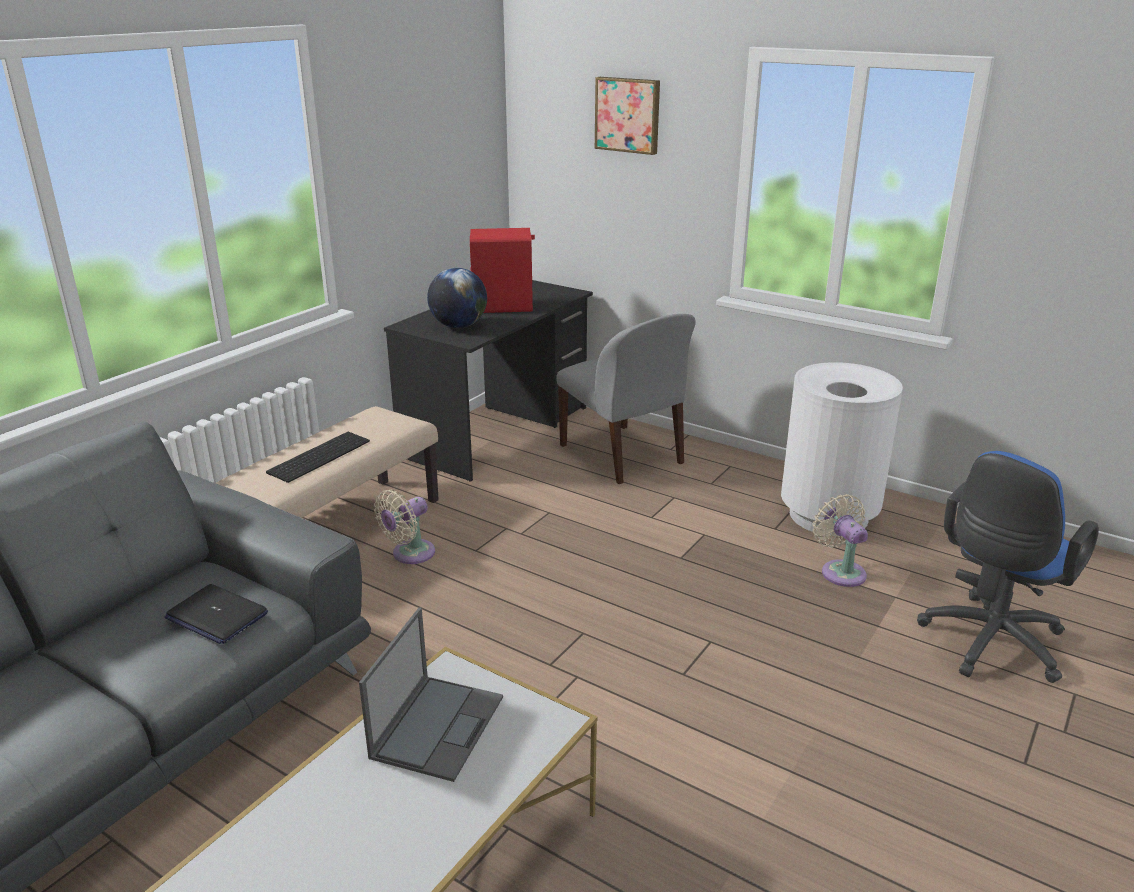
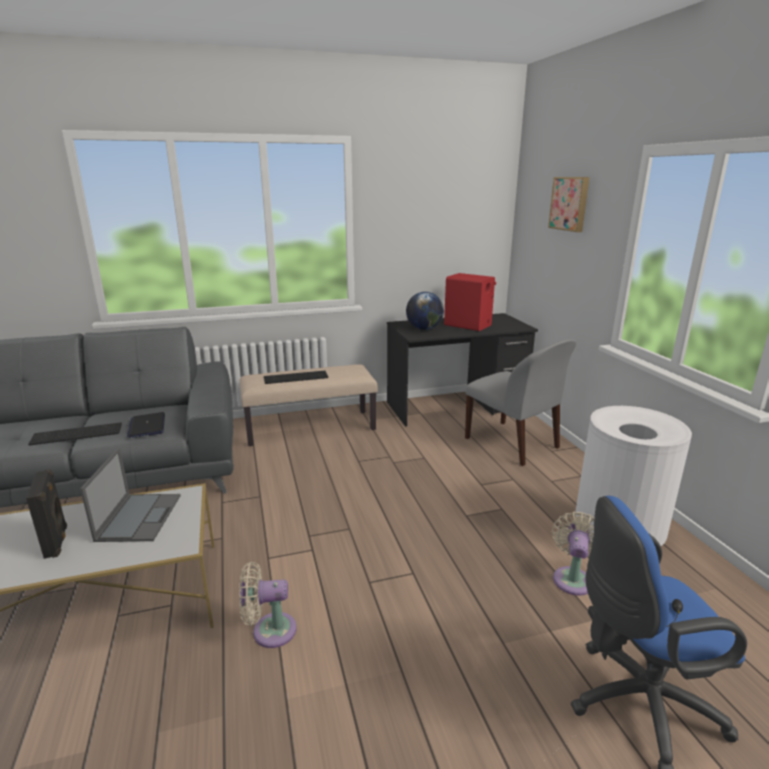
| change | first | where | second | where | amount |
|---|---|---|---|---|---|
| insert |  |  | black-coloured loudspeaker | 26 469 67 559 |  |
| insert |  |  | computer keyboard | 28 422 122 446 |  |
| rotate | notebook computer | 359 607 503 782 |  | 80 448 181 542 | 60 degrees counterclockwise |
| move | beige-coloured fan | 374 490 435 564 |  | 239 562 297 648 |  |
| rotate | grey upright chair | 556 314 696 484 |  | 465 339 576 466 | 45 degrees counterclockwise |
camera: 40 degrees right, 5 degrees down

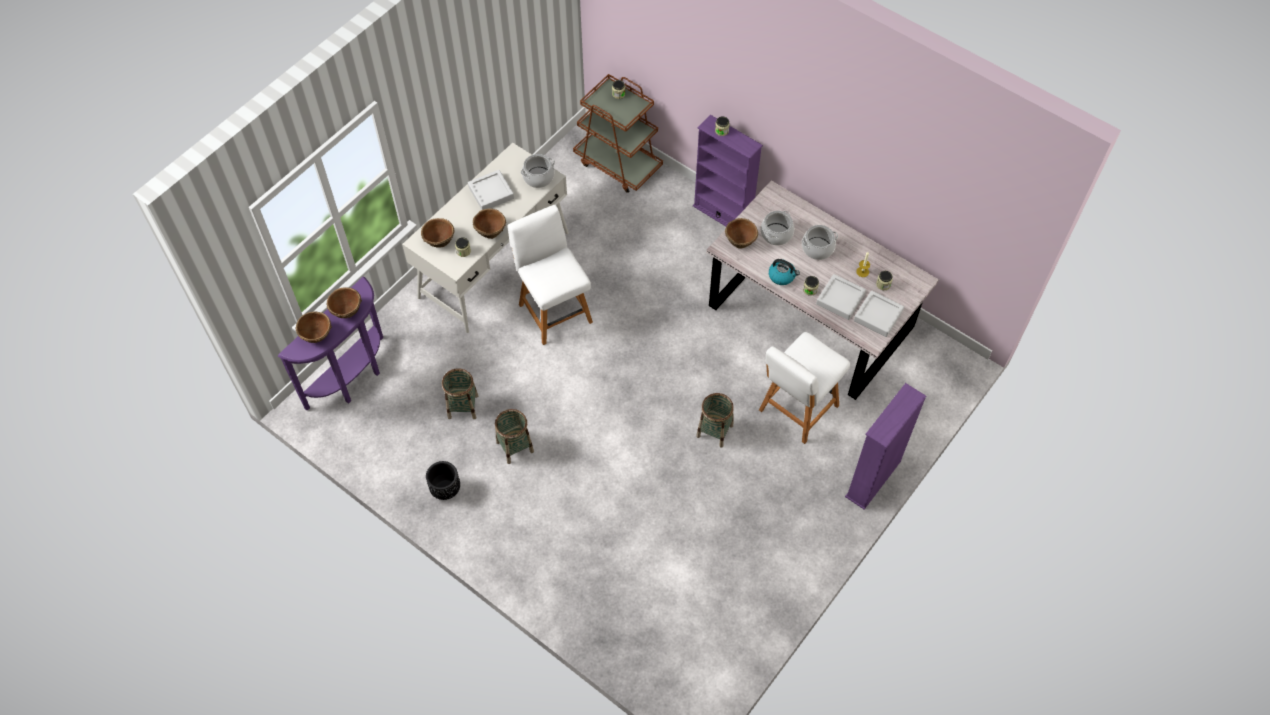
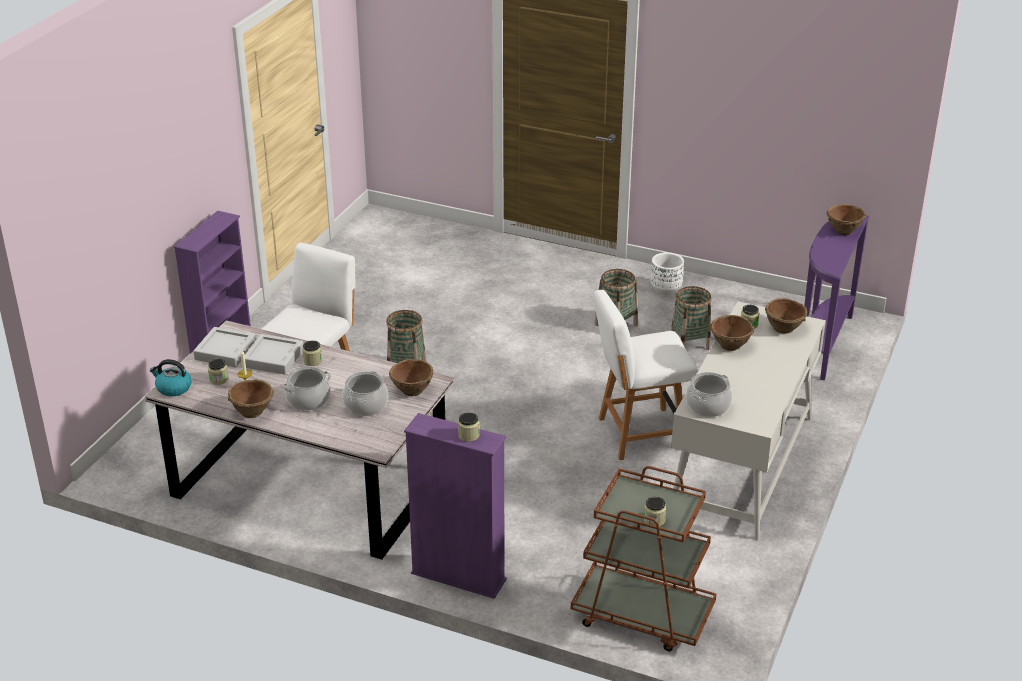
| change | first | where | second | where | amount |
|---|---|---|---|---|---|
| move | tea kettle | 769 259 800 285 |  | 150 359 191 397 |  |
| move | brownish serving bowl | 326 287 362 318 |  | 228 379 274 418 |  |
| rotate | white upright chair | 508 204 593 345 |  | 594 290 697 460 | 120 degrees clockwise |
| recolor | black-coloured plant pot | 426 461 460 500 | white plant pot | 651 252 684 295 |  |
| delete | grey tray | 468 170 514 210 |  |  |  |
camera: 165 degrees right, 25 degrees down

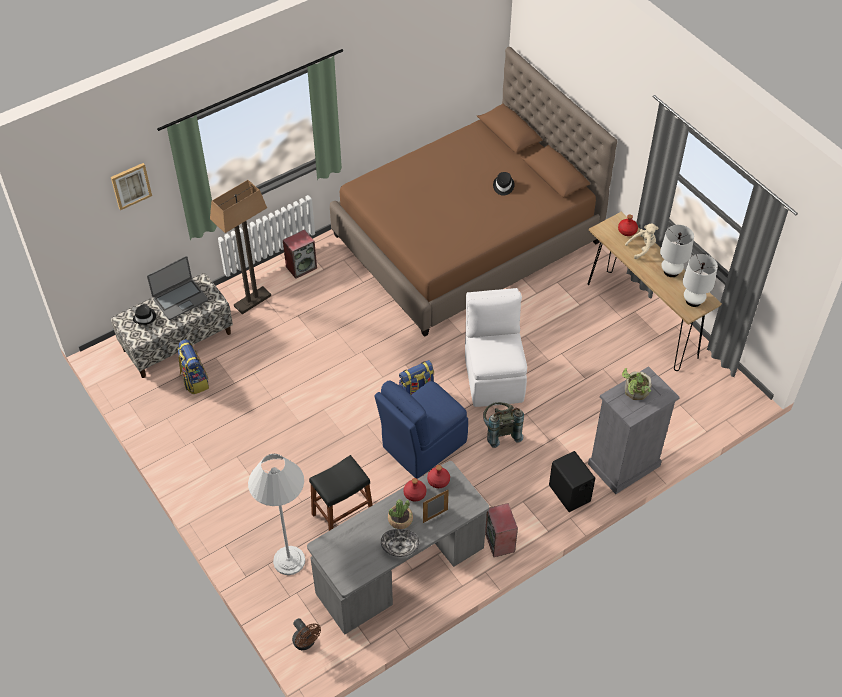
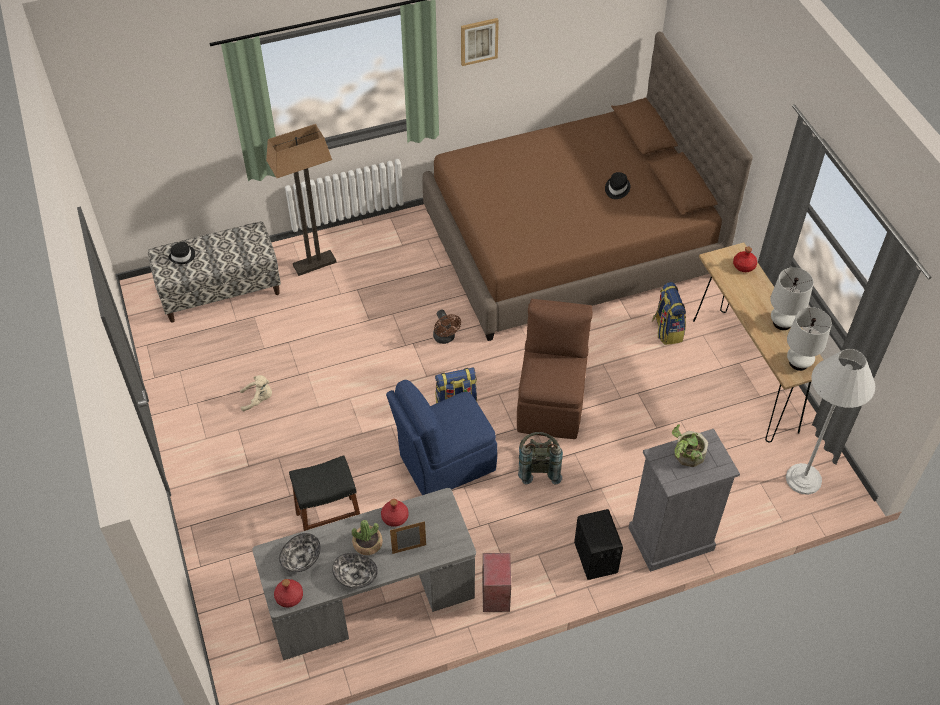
| change | first | where | second | where | amount |
|---|---|---|---|---|---|
| move | beige-coloured soft toy | 625 224 659 259 |  | 240 375 272 411 |  |
| move | red-coloured bottle | 427 465 450 488 |  | 274 579 303 607 |  |
| insert |  |  | serving bowl | 279 533 321 572 |  |
| move | brownish fan | 292 618 321 650 |  | 433 310 461 344 |  |
| move | wall picture | 111 163 152 210 |  | 461 18 499 66 |  |
| recolor | white upright chair | 465 288 527 407 | brownish upright chair | 517 299 593 439 |  |
| move | backpack | 177 339 209 395 |  | 652 282 686 345 |  |
| move | white standard lamp | 248 454 306 575 |  | 786 349 875 495 |  |
| delete | notebook computer | 147 256 208 320 |  |  |  |
| delete | loudspeaker | 283 229 317 279 |  |  |  |
camera: 15 degrees right, 0 degrees up

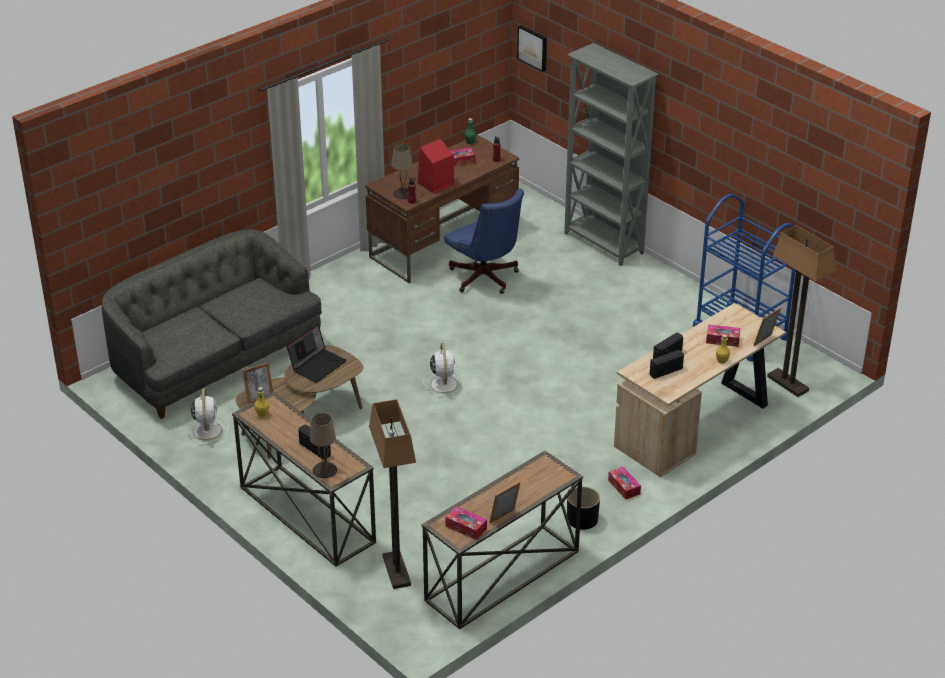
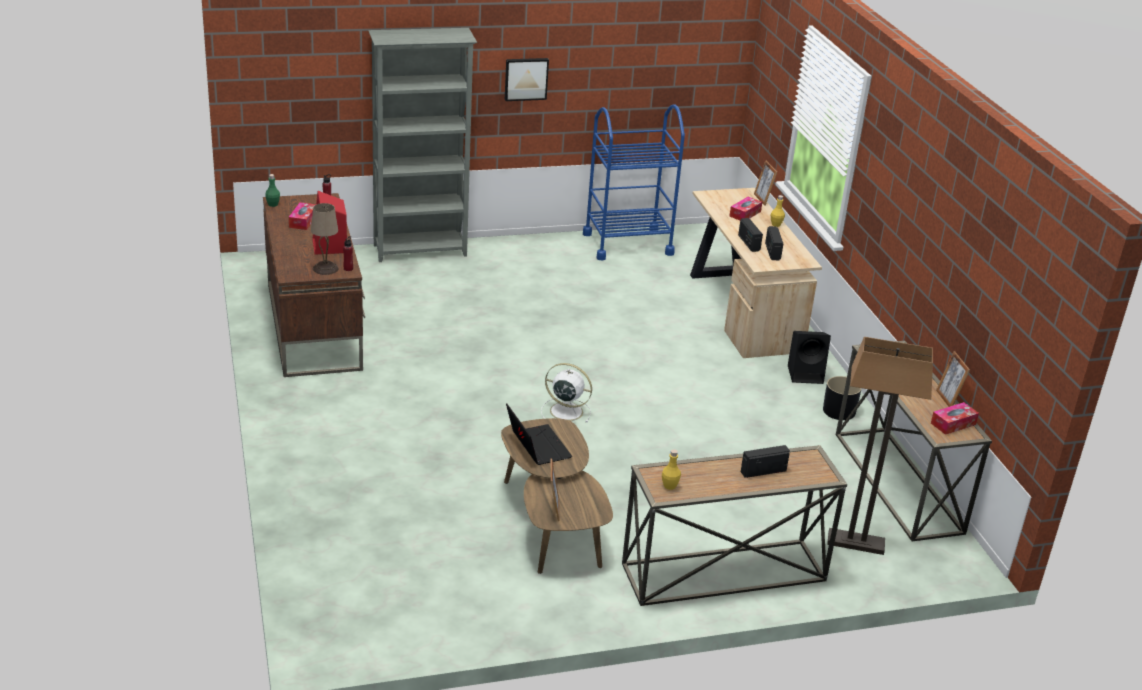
| change | first | where | second | where | amount |
|---|---|---|---|---|---|
| move | wall picture | 517 25 547 72 |  | 505 58 549 101 |  |
| replace | tissue box | 608 467 641 500 | black-coloured loudspeaker | 788 331 831 384 |  |
| delete | grey couch | 102 230 322 419 |  |  |  |
| delete | white fan | 186 388 228 446 |  |  |  |
| delete | beige-coloured tabletop lamp | 310 413 337 478 |  |  |  |
| delete | bluish office chair | 444 189 524 294 |  |  |  |
| delete | standard lamp | 767 225 836 397 |  |  |  |
camera: 65 degrees left, 5 degrees down

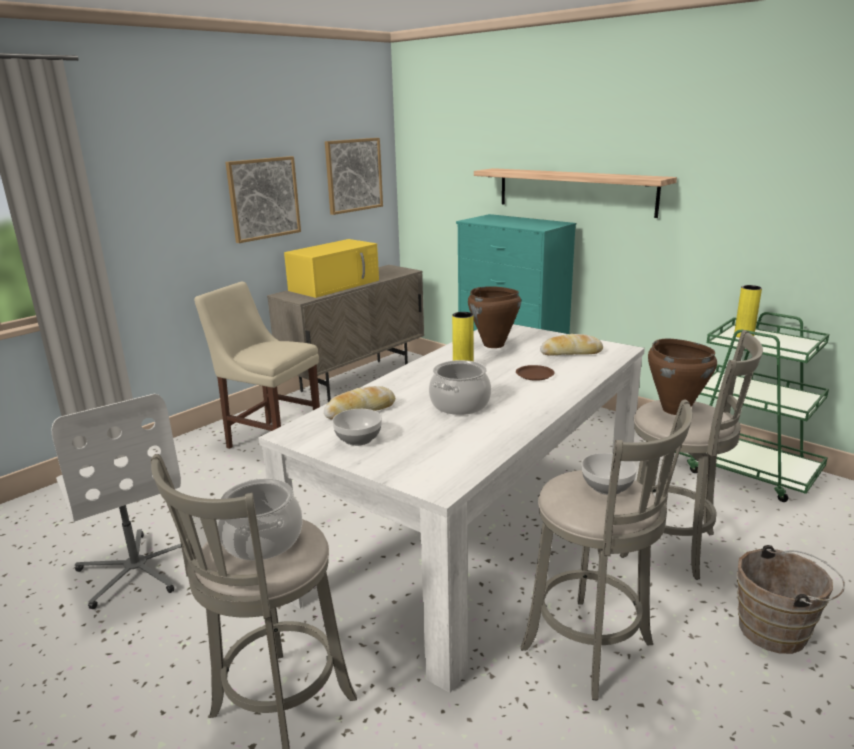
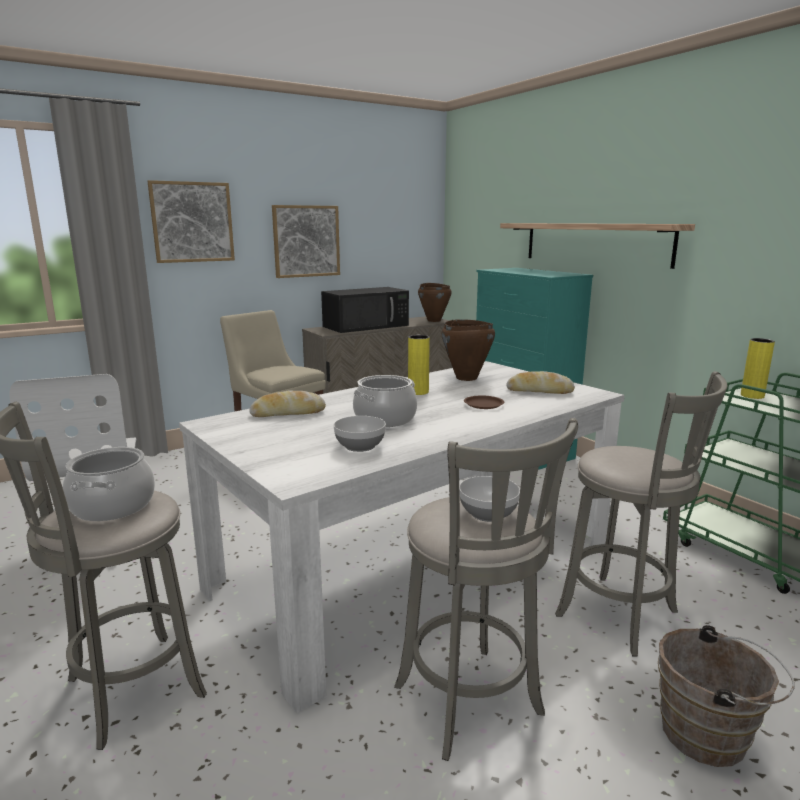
| change | first | where | second | where | amount |
|---|---|---|---|---|---|
| move | wall picture | 325 138 383 215 |  | 147 180 235 263 |  |
| recolor | yellowish microwave | 284 239 379 298 | black-coloured microwave | 321 287 409 333 |  |
| move | serving bowl | 332 409 382 446 |  | 334 416 386 452 |  |
| move | brownish saucepot | 648 339 717 415 |  | 418 283 452 322 |  |
camera: 15 degrees right, 5 degrees down

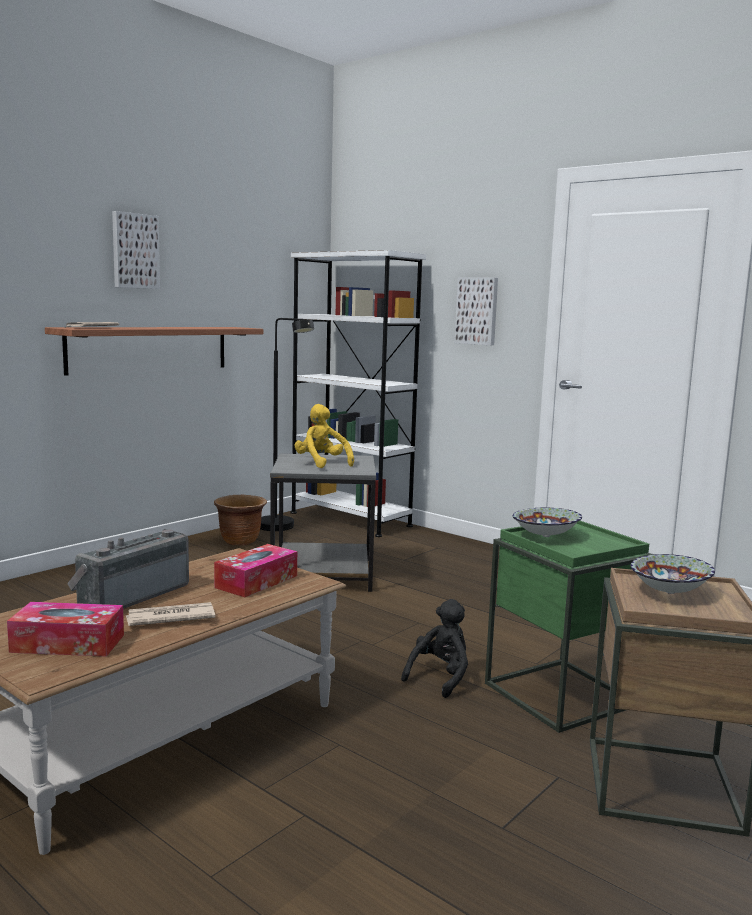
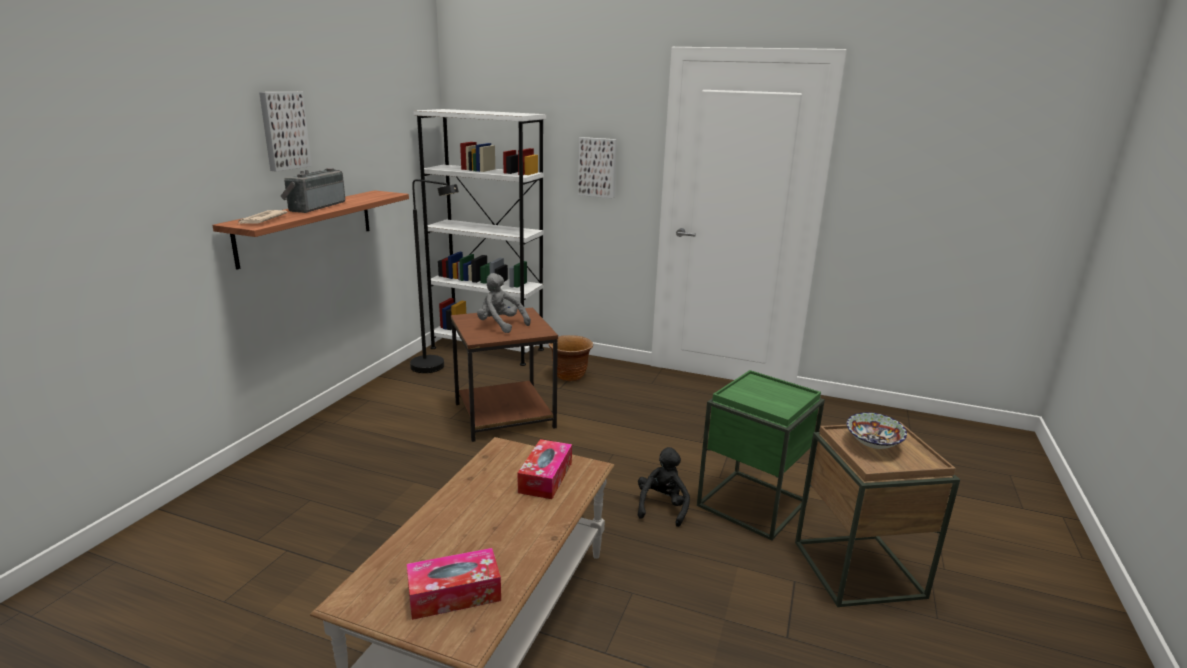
| change | first | where | second | where | amount |
|---|---|---|---|---|---|
| move | radio | 67 529 189 609 |  | 280 168 345 213 |  |
| recolor | grey accent table | 270 454 376 592 | brownish accent table | 451 308 558 442 |  |
| recolor | yellowish soft toy | 295 404 354 468 | grey soft toy | 477 273 531 333 |  |
| move | brownish plant pot | 214 494 267 546 |  | 549 335 593 381 |  |
| delete | printed paper | 125 602 215 626 |  |  |  |
| delete | serving bowl | 513 508 582 537 |  |  |  |
camera: 20 degrees left, 10 degrees up

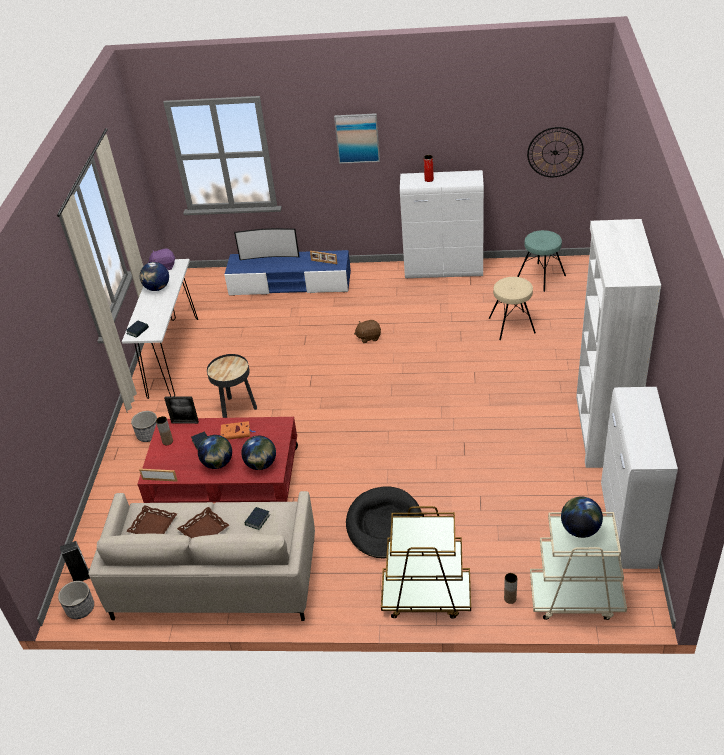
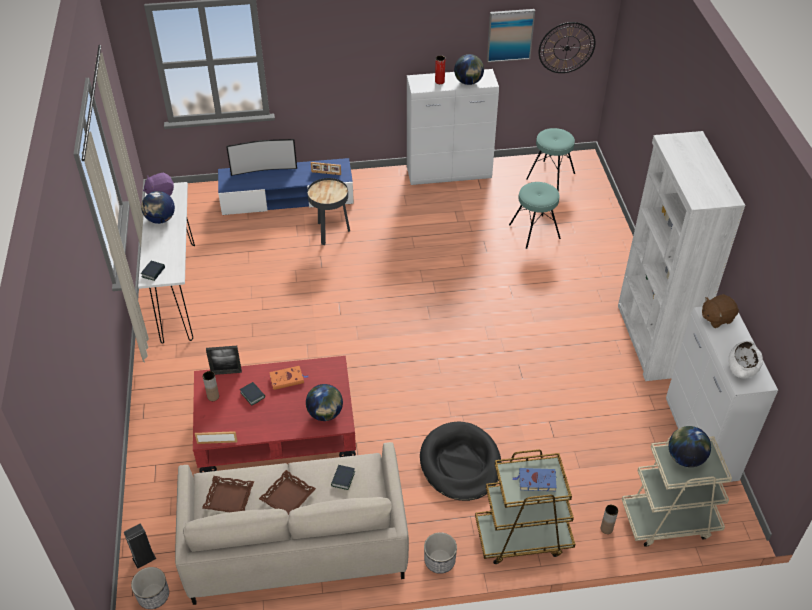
| change | first | where | second | where | amount |
|---|---|---|---|---|---|
| move | black-coloured accent table | 207 354 257 418 |  | 307 178 350 245 |  |
| move | plant pot | 131 411 157 442 |  | 424 532 457 574 |  |
| move | globe | 198 435 232 469 |  | 454 54 484 85 |  |
| move | wall picture | 334 113 380 164 |  | 487 9 535 62 |  |
| recolor | beige-coloured stool | 489 277 536 340 | blue-green stool | 509 182 561 249 |  |
| insert |  |  | bluish bound book | 512 468 557 491 |  |
| move | brownish soft toy | 354 320 381 343 |  | 702 294 739 328 |  |
| insert |  |  | white serving bowl | 728 341 763 378 |  |
camera: 15 degrees left, 5 degrees up

